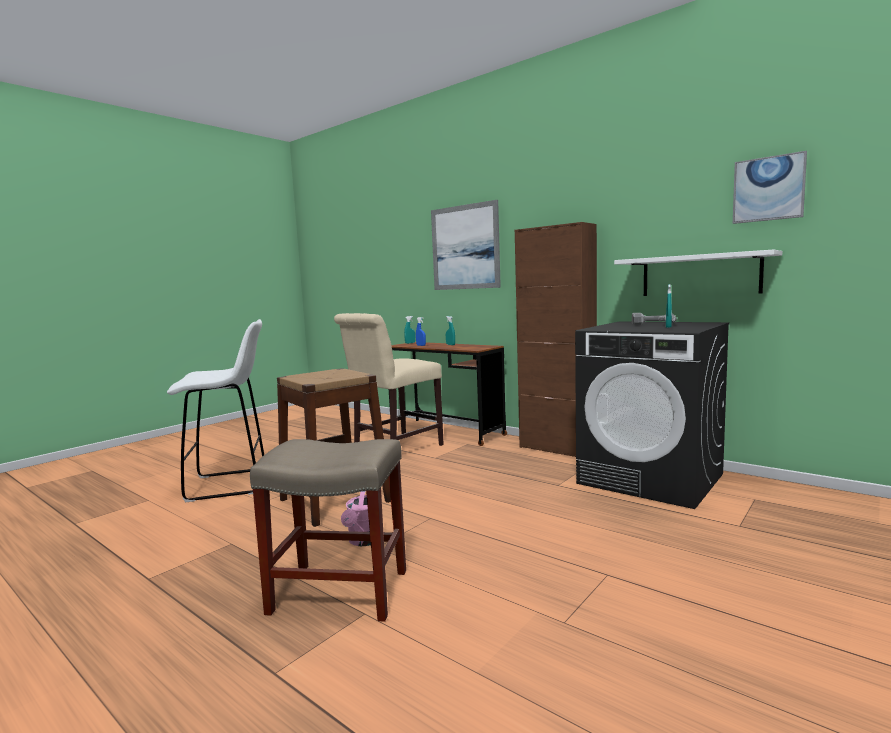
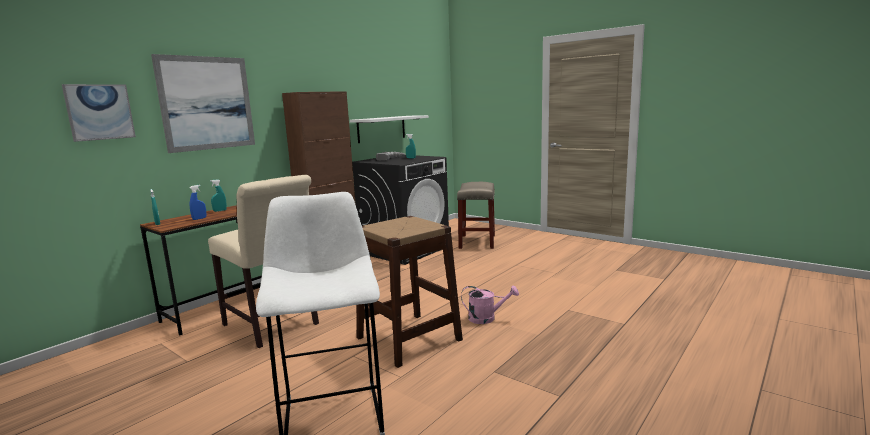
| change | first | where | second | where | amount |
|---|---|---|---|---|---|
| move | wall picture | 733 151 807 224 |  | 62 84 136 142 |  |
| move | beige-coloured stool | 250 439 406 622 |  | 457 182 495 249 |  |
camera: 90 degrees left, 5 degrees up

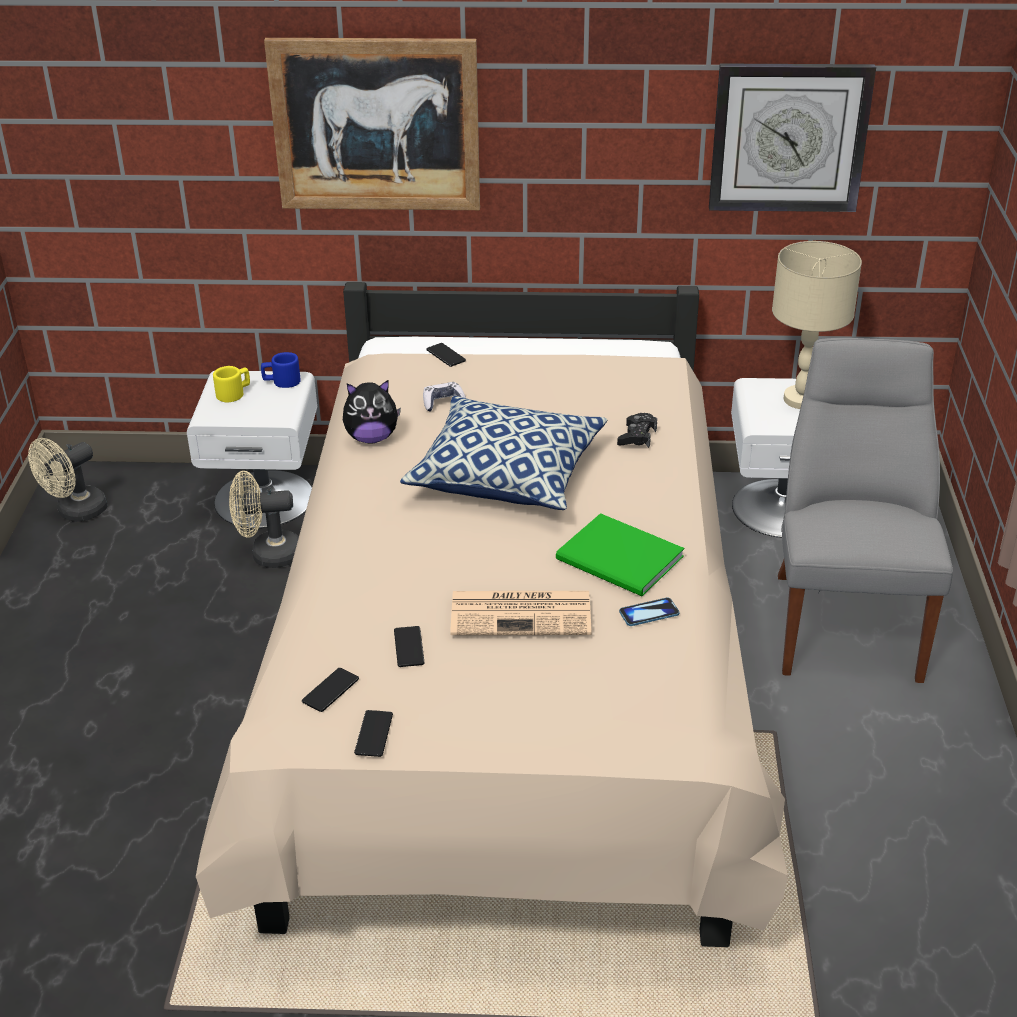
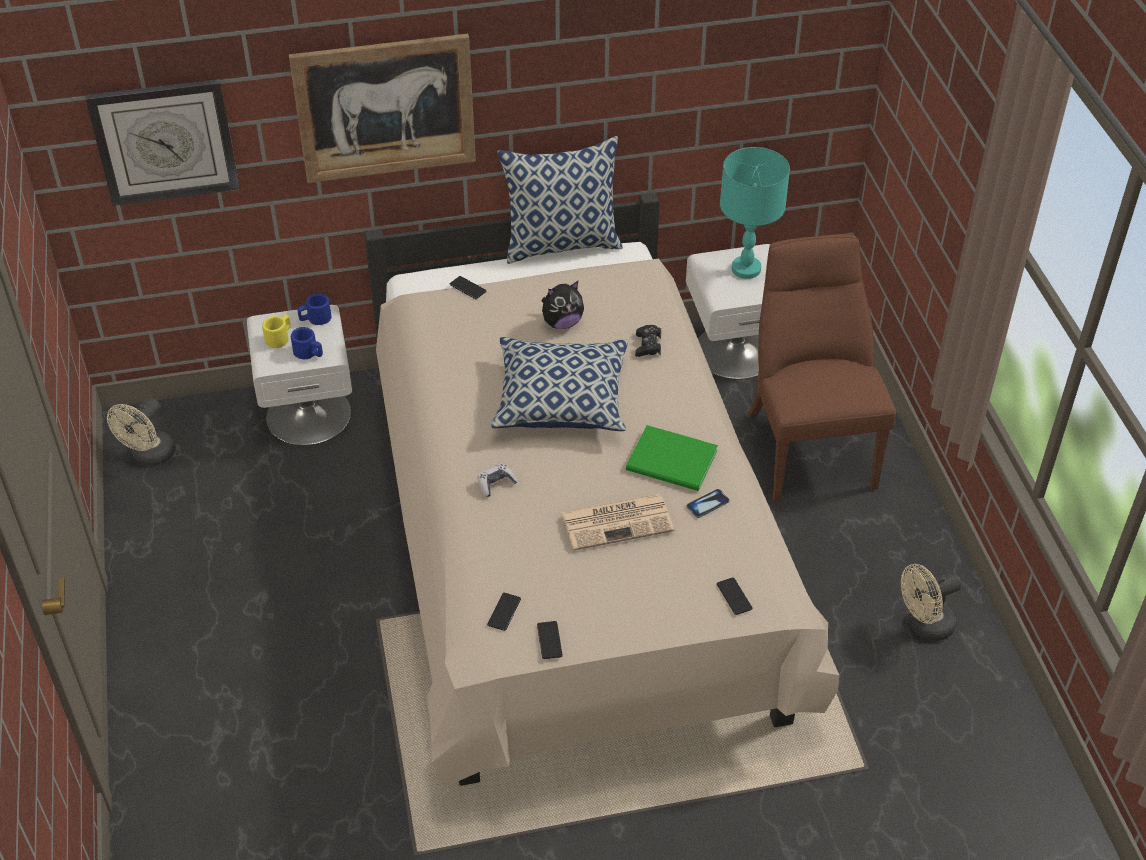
| change | first | where | second | where | amount |
|---|---|---|---|---|---|
| move | wall clock | 709 63 876 212 |  | 85 79 240 206 |  |
| insert |  |  | bluish coffee mug | 291 327 323 359 |  |
| move | game controller | 423 382 466 411 |  | 478 463 518 497 |  |
| insert |  |  | cushion | 497 136 623 264 |  |
| move | soft toy | 343 380 401 443 |  | 542 281 584 329 |  |
| move | phone | 394 626 424 667 |  | 717 577 753 615 |  |
| recolor | beige-coloured tabletop lamp | 772 241 862 409 | blue-green tabletop lamp | 720 147 790 279 |  |
| recolor | grey upright chair | 778 338 953 683 | brownish upright chair | 748 234 896 502 |  |
| move | beige-coloured fan | 229 471 299 568 |  | 901 564 962 641 |  |
camera: 15 degrees left, 10 degrees up

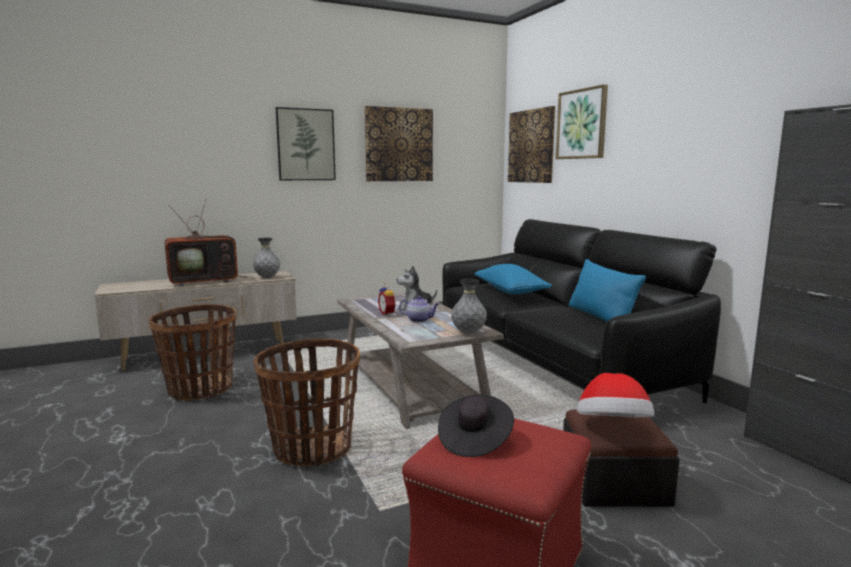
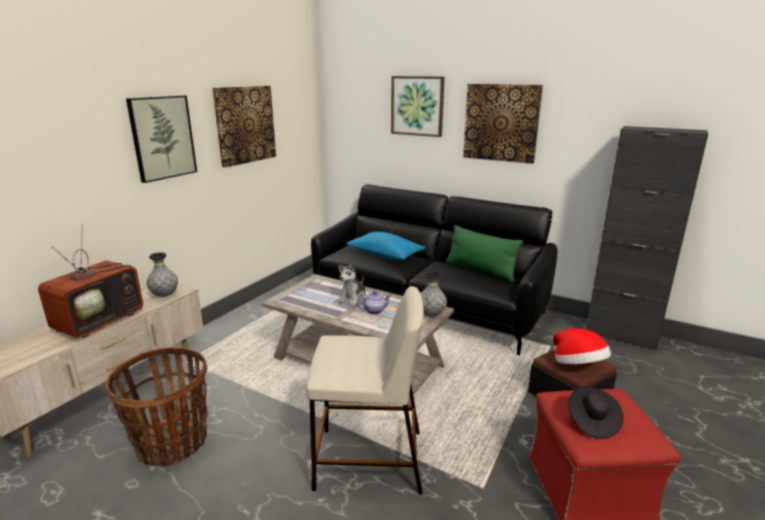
| change | first | where | second | where | amount |
|---|---|---|---|---|---|
| replace | household basket | 254 339 360 466 | beige-coloured stool | 306 286 424 495 |  |
| recolor | bluish cushion | 569 259 646 322 | green-coloured cushion | 446 225 523 282 |  |
| move | wall picture | 508 106 555 183 |  | 463 84 543 164 |  |
| delete | bedside clock | 378 283 397 316 |  |  |  |
camera: 35 degrees left, 10 degrees up

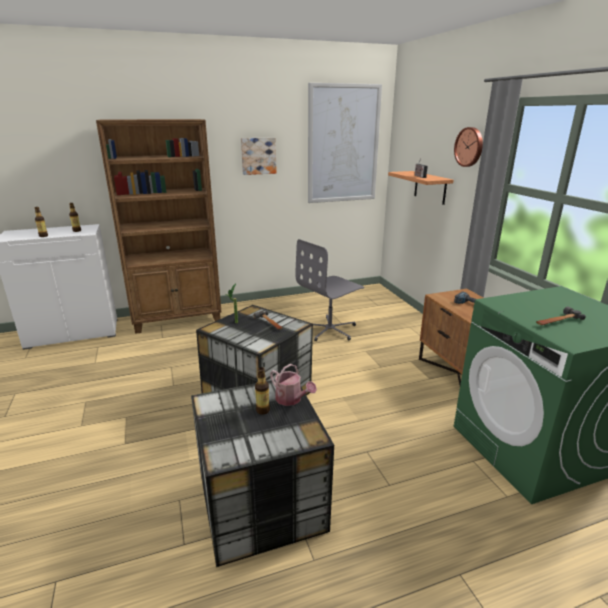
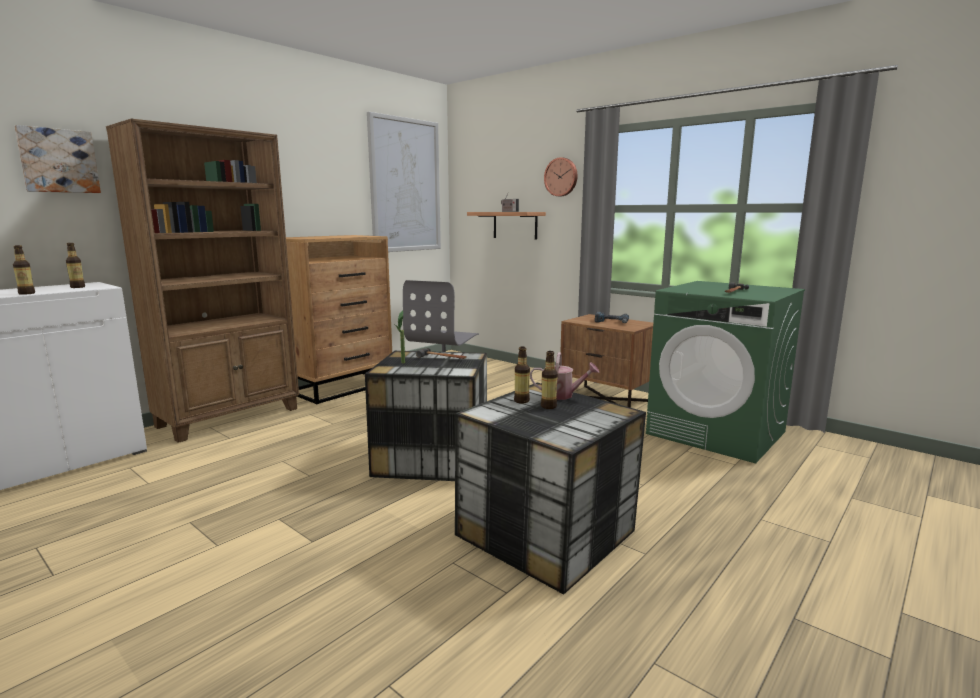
| change | first | where | second | where | amount |
|---|---|---|---|---|---|
| move | wall picture | 241 138 277 175 |  | 15 125 101 193 |  |
| insert |  |  | brownish chest of drawers | 286 235 392 404 |  |
| insert |  |  | bottle | 514 346 530 403 |  |
camera: 30 degrees left, 10 degrees down

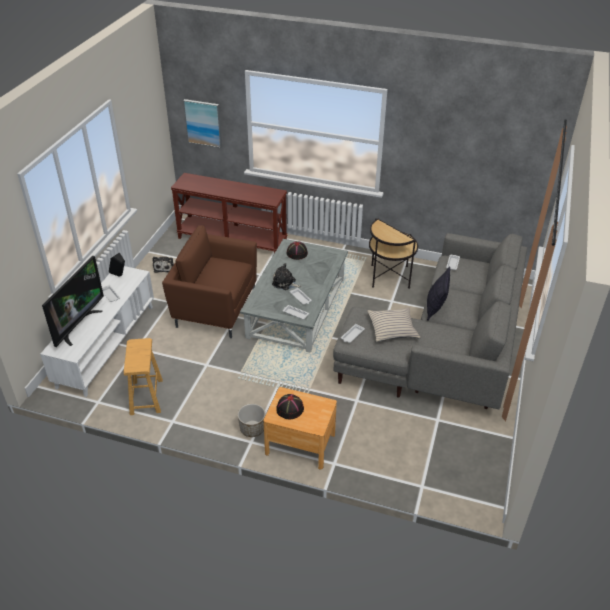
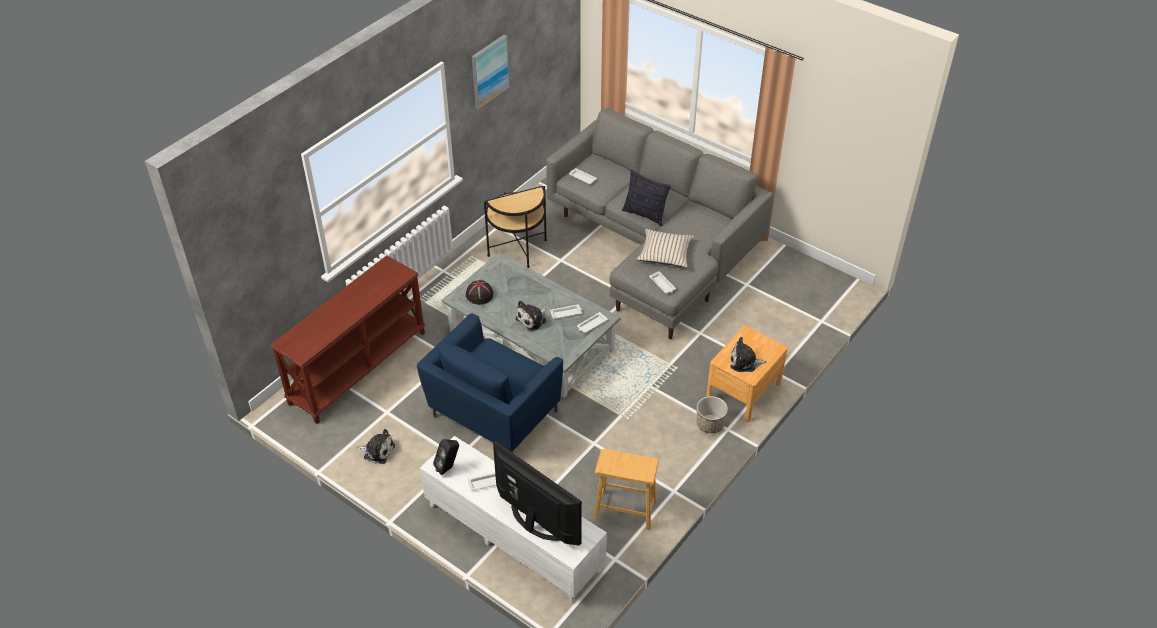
| change | first | where | second | where | amount |
|---|---|---|---|---|---|
| recolor | brownish easy chair | 162 225 257 338 | bluish easy chair | 417 313 563 453 |  |
| move | wall picture | 183 99 222 148 |  | 472 35 510 109 |  |
| replace | black-coloured clothing hat | 276 394 304 419 | soft toy | 730 337 767 372 |  |
camera: 70 degrees left, 5 degrees up

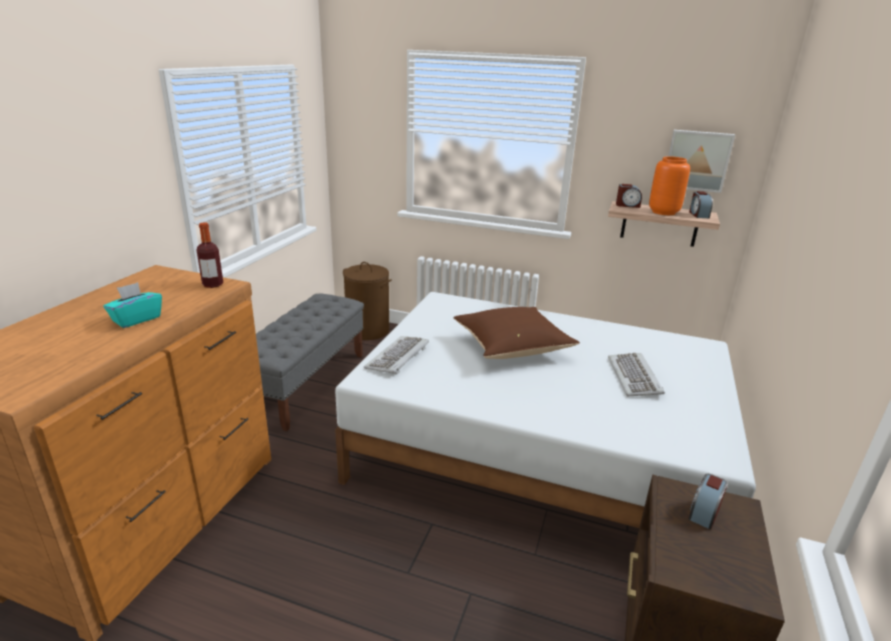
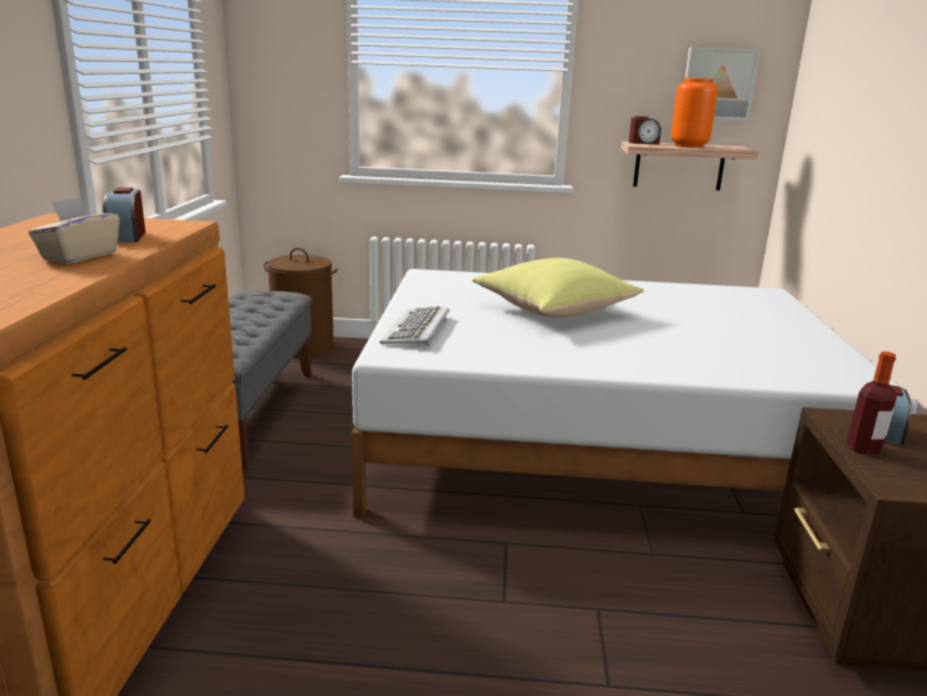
| change | first | where | second | where | amount |
|---|---|---|---|---|---|
| recolor | blue-green tissue box | 103 282 162 328 | beige-coloured tissue box | 28 197 120 264 |  |
| move | bedside clock | 689 191 713 218 |  | 103 187 146 243 |  |
| recolor | brownish cushion | 454 307 580 359 | yellowish cushion | 472 258 644 318 |  |
| move | bottle | 196 222 223 288 |  | 847 352 897 455 |  |
| delete | computer keyboard | 608 353 665 396 |  |  |  |
camera: 15 degrees left, 5 degrees down

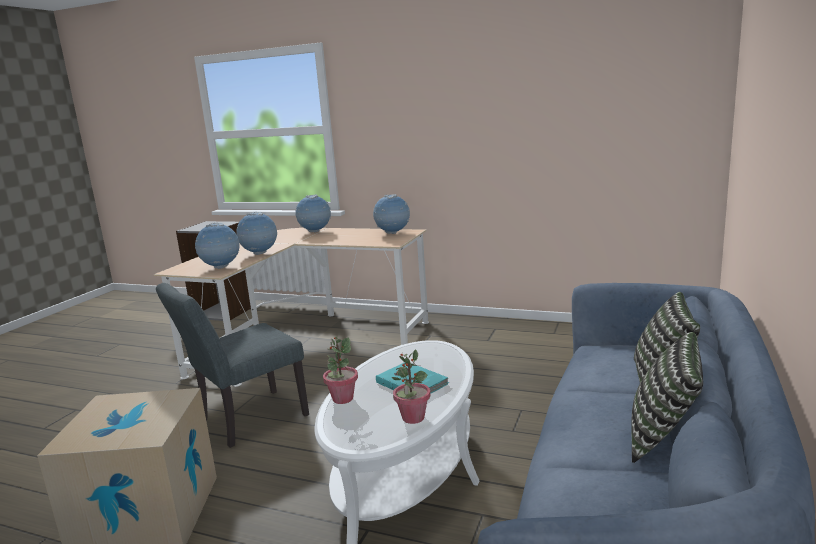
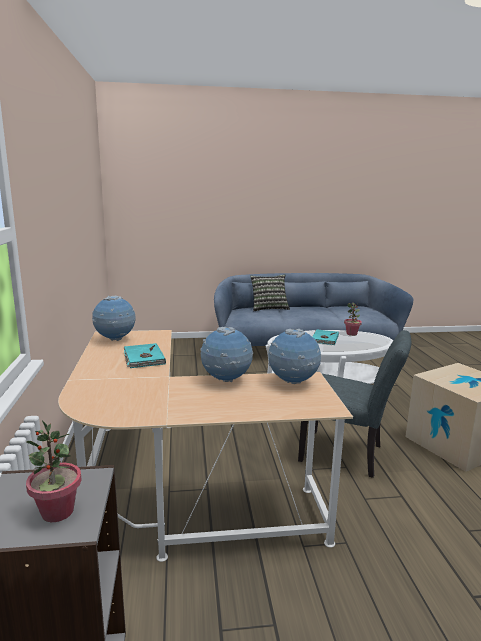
| change | first | where | second | where | amount |
|---|---|---|---|---|---|
| move | potted plant | 323 336 358 404 |  | 26 421 82 522 |  |
| insert |  |  | blue-green bound book | 124 343 166 368 |  |
| delete | globe | 295 195 331 232 |  |  |  |
| delete | cushion | 631 332 703 463 |  |  |  |
camera: 120 degrees left, 0 degrees up

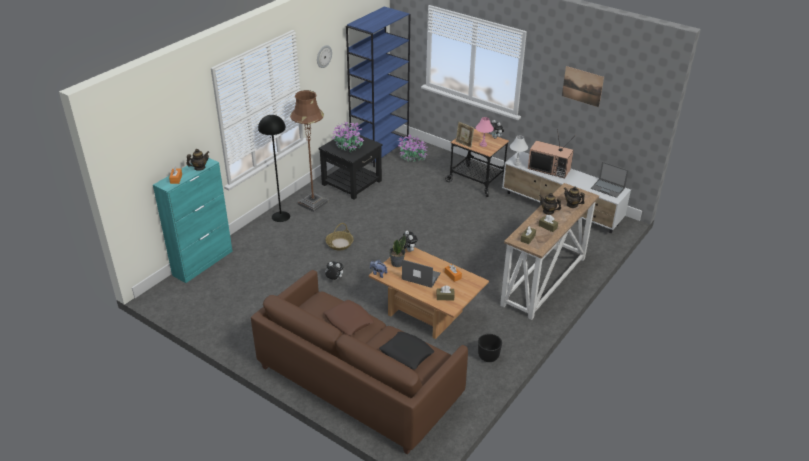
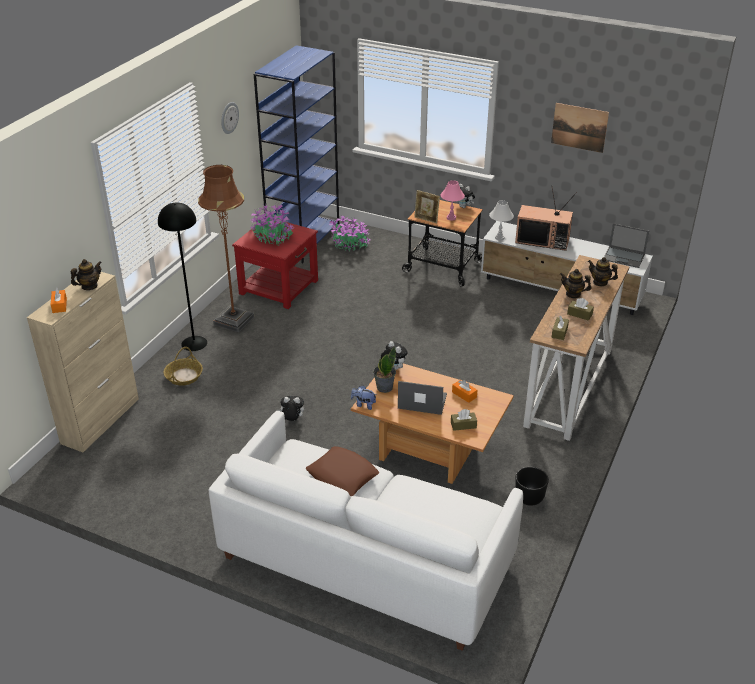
| change | first | where | second | where | amount |
|---|---|---|---|---|---|
| recolor | blue-green storage cabinet | 153 158 232 283 | beige-coloured storage cabinet | 27 272 139 452 |  |
| move | household basket | 325 223 353 251 |  | 164 347 203 385 |  |
| recolor | brownish couch | 251 270 468 454 | white couch | 209 411 523 651 |  |
| recolor | black-coloured accent table | 318 135 383 199 | red-coloured accent table | 232 218 318 309 |  |
| delete | black-coloured cushion | 379 332 434 369 |  |  |  |
camera: 10 degrees left, 0 degrees up

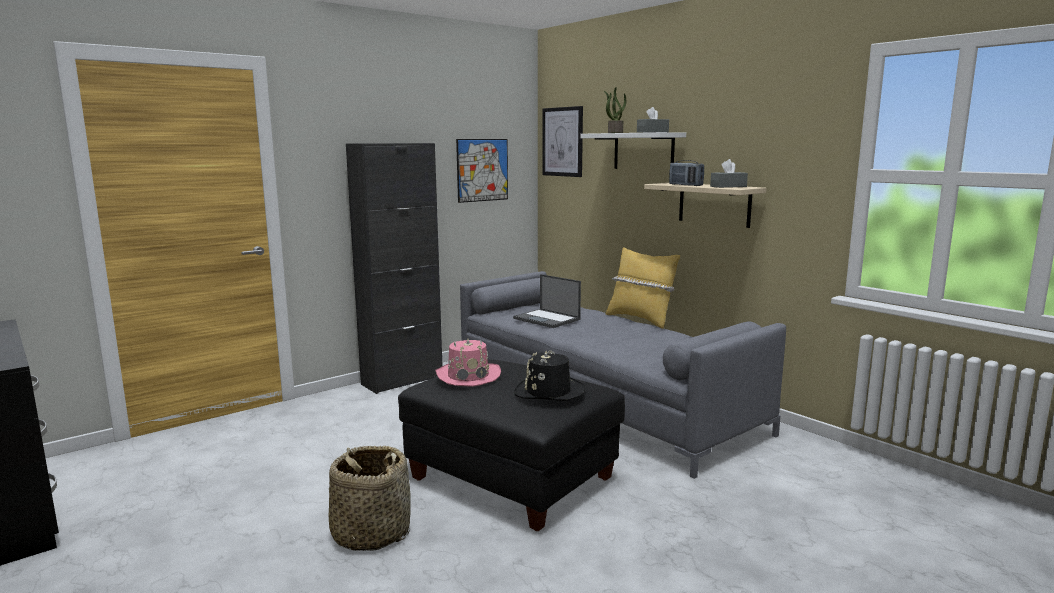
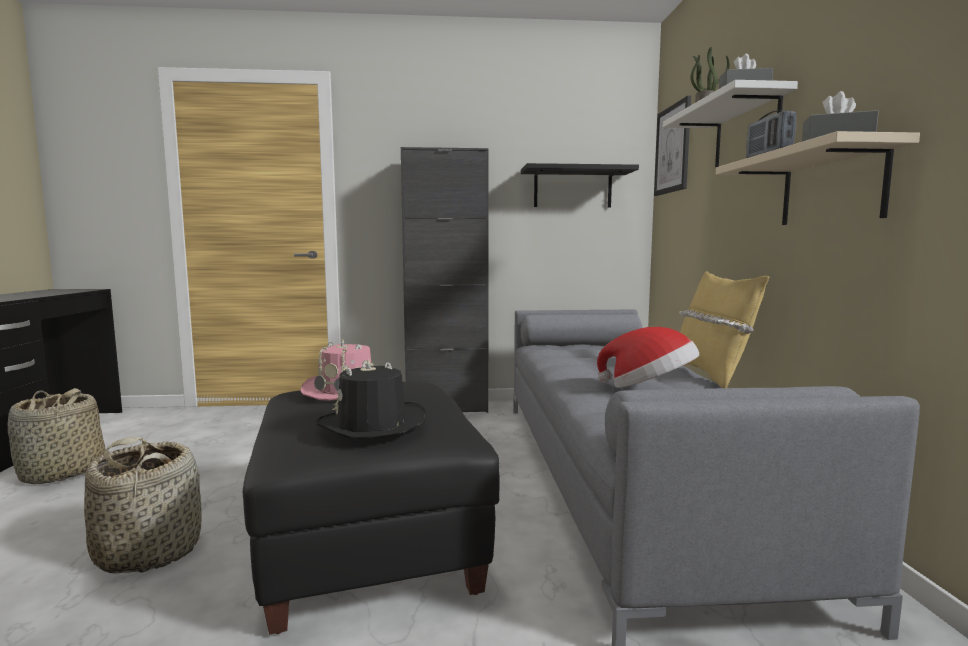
| change | first | where | second | where | amount |
|---|---|---|---|---|---|
| insert |  |  | household basket | 8 388 106 484 |  |
| replace | wall picture | 456 139 508 203 | black-coloured bracket shelf | 521 163 639 207 |  |
| insert |  |  | clothing hat | 597 327 699 388 |  |
| delete | notebook computer | 513 274 581 328 |  |  |  |
camera: 35 degrees right, 5 degrees down

